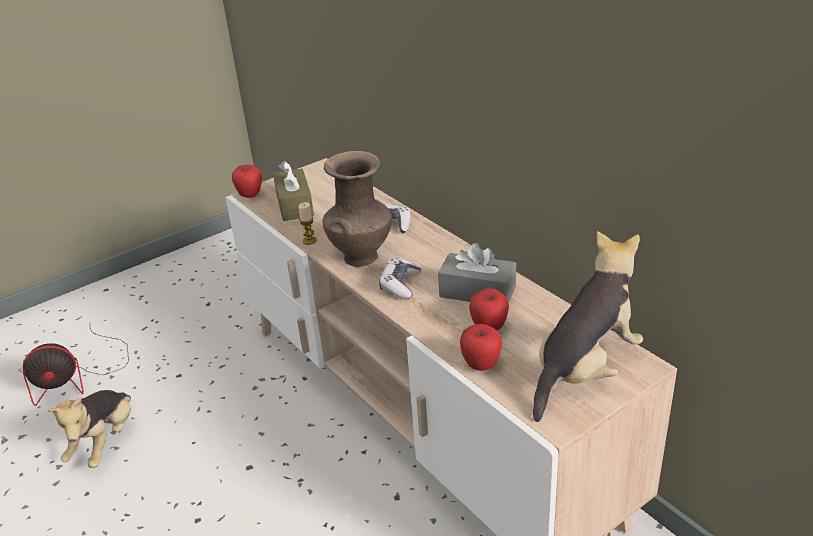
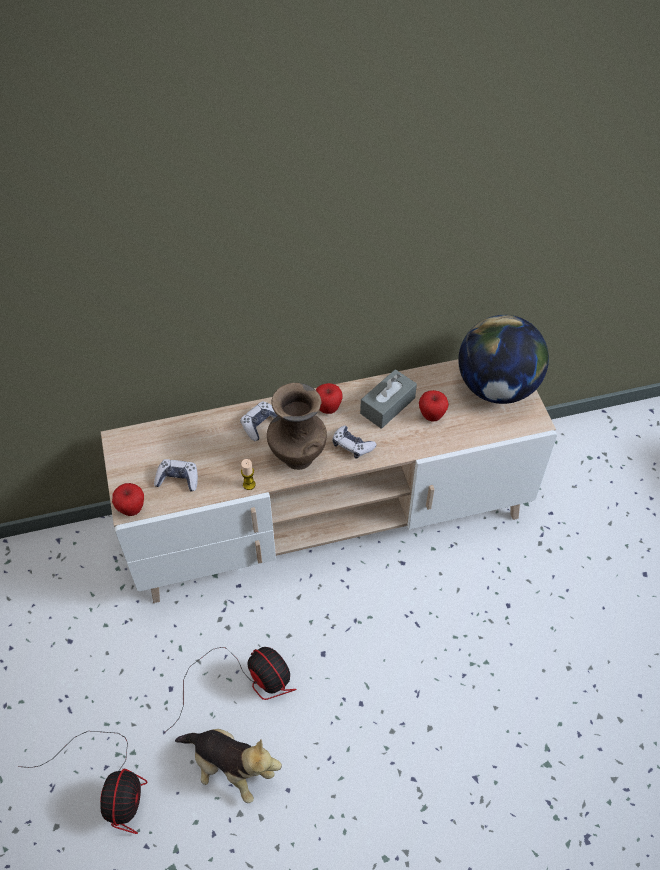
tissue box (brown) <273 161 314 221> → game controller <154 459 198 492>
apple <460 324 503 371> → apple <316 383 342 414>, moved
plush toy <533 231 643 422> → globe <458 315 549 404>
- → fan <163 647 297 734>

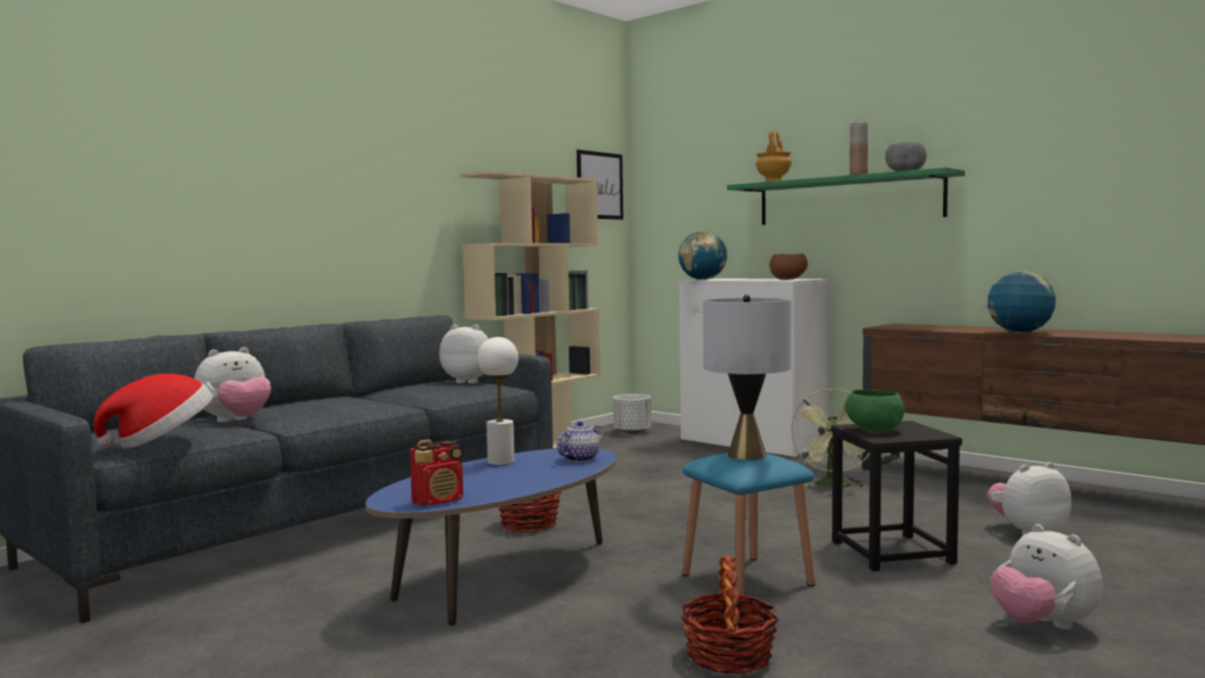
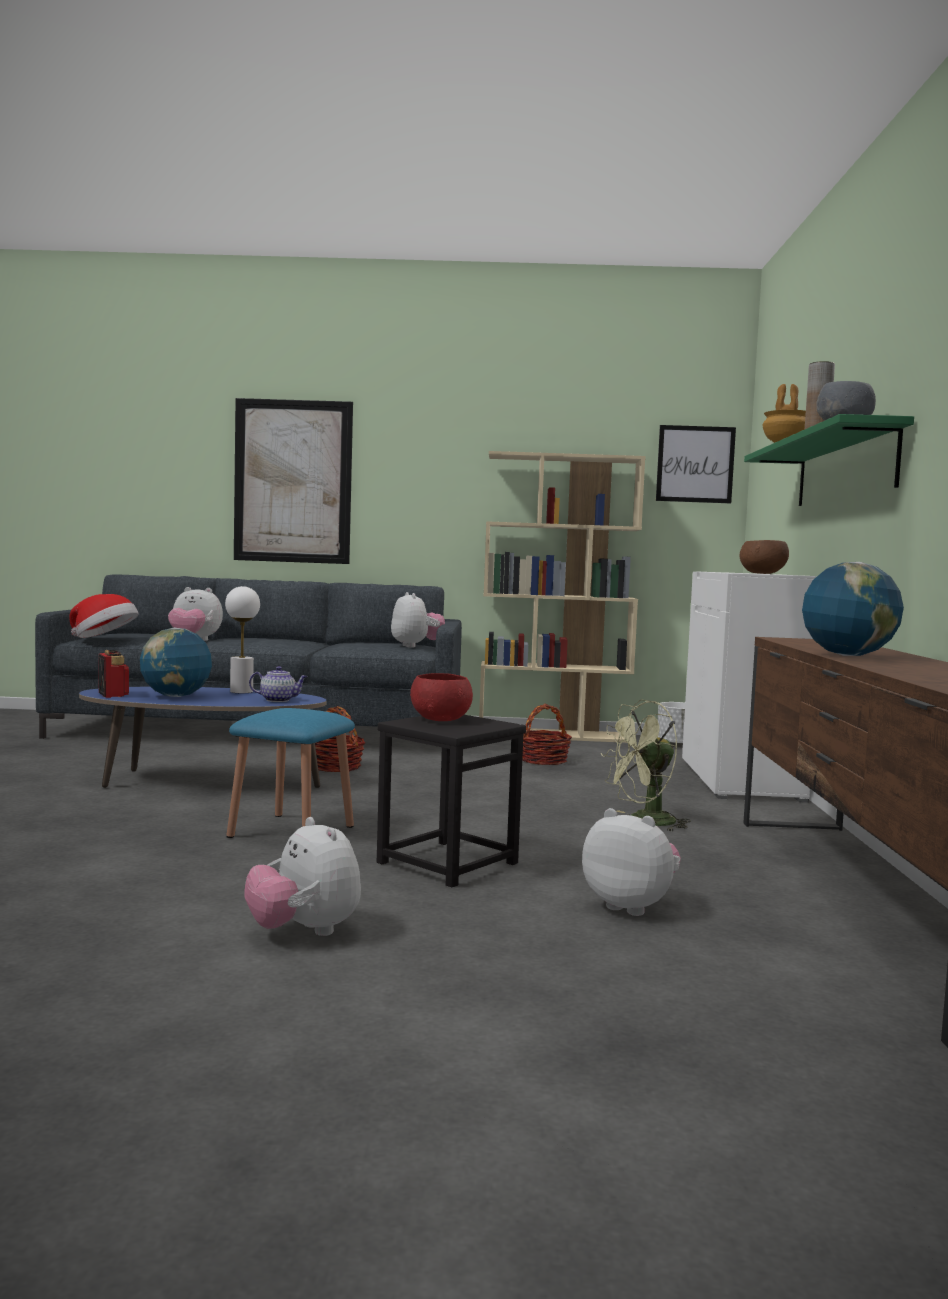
radio <410 439 463 506> → radio <99 650 129 698>, 135 degrees counterclockwise
globe <678 231 727 280> → globe <140 628 212 697>, moved
basket <681 555 779 674> → basket <522 704 572 765>, moved
table lamp (grey) <703 294 791 460> → -
bowl (green) <845 390 905 432> → bowl (red) <410 673 473 721>
plush toy <991 524 1103 630> → plush toy <244 817 361 936>, 60 degrees counterclockwise
- → picture <234 398 353 564>

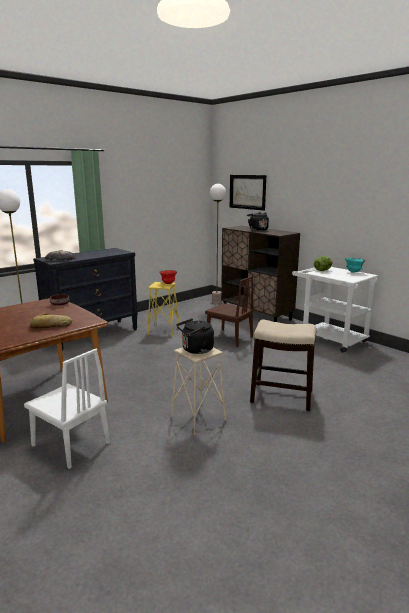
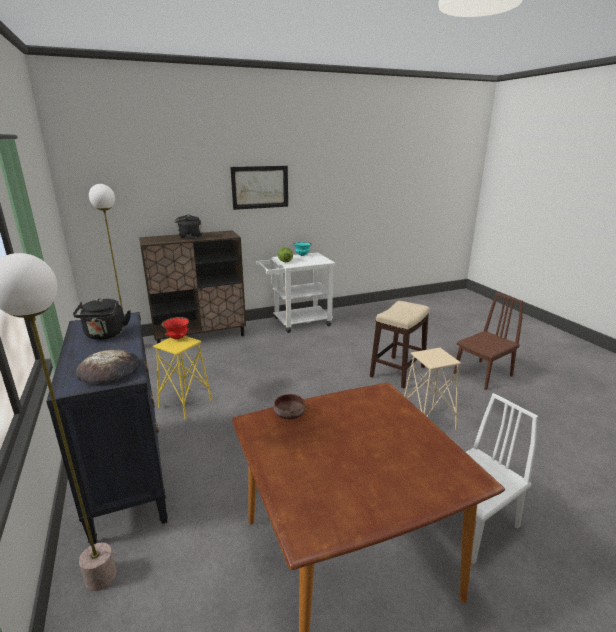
bread <29 313 72 328> → -
kettle (black) <177 318 214 354> → kettle (black) <73 299 131 340>, moved
chair (brown) <205 276 254 347> → chair (brown) <453 293 523 390>, moved
picture <230 175 266 210> → picture <230 166 288 210>, moved

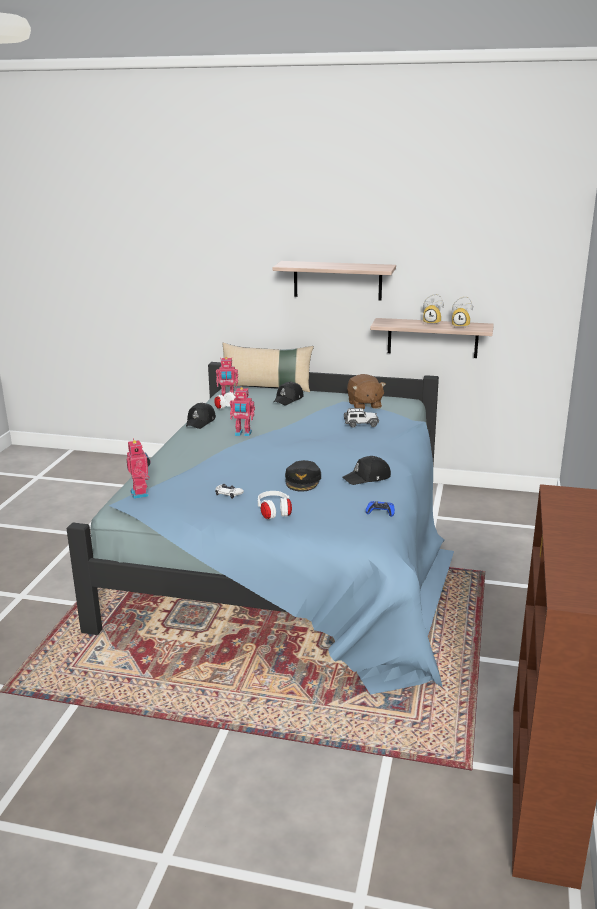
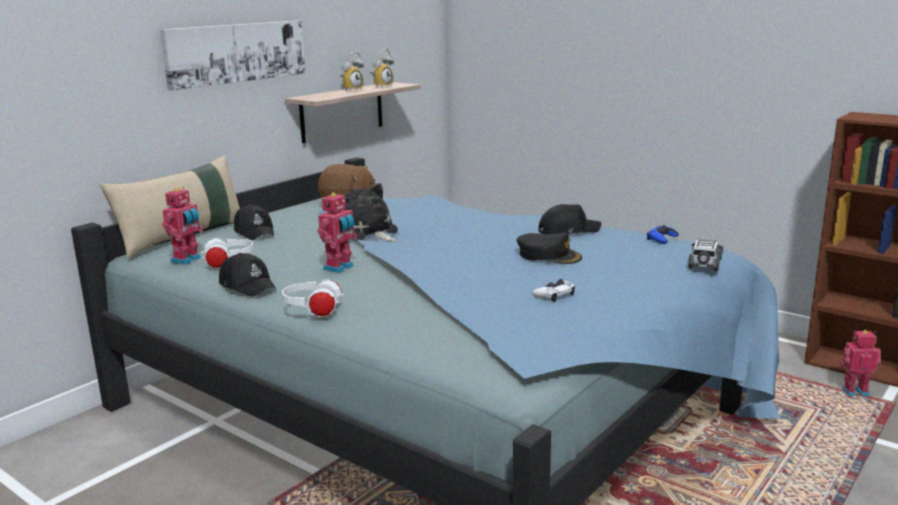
toy robot <126 439 151 499> → toy robot <839 330 881 396>, moved
headphones (white) <258 491 292 519> → headphones (white) <282 279 344 317>, moved
shelf <272 261 396 301> → picture <160 21 305 91>
cap (black) <343 456 391 485> → cap (black) <538 204 601 234>, 105 degrees counterclockwise
toy car <344 408 379 428> → toy car <688 239 723 271>, moved
- → plush toy <343 183 398 242>

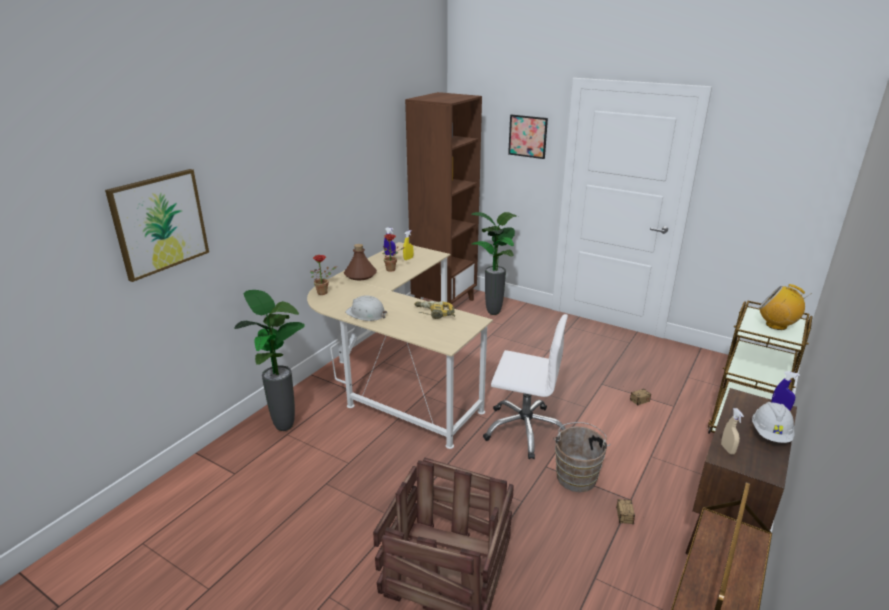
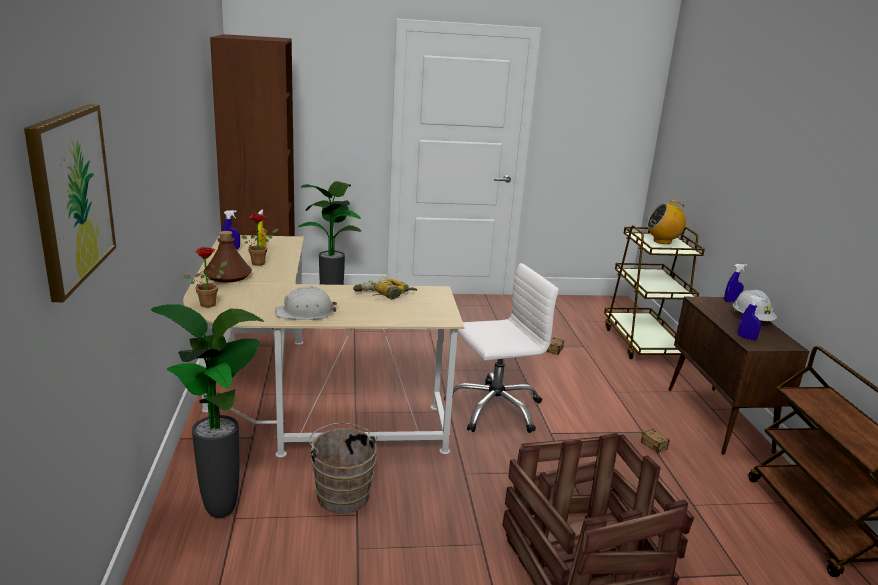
picture <508 115 548 159> → -
bucket (brown) <553 422 610 492> → bucket (brown) <308 423 377 513>, moved
spray bottle (beige) <721 408 744 455> → spray bottle (blue) <738 296 765 341>

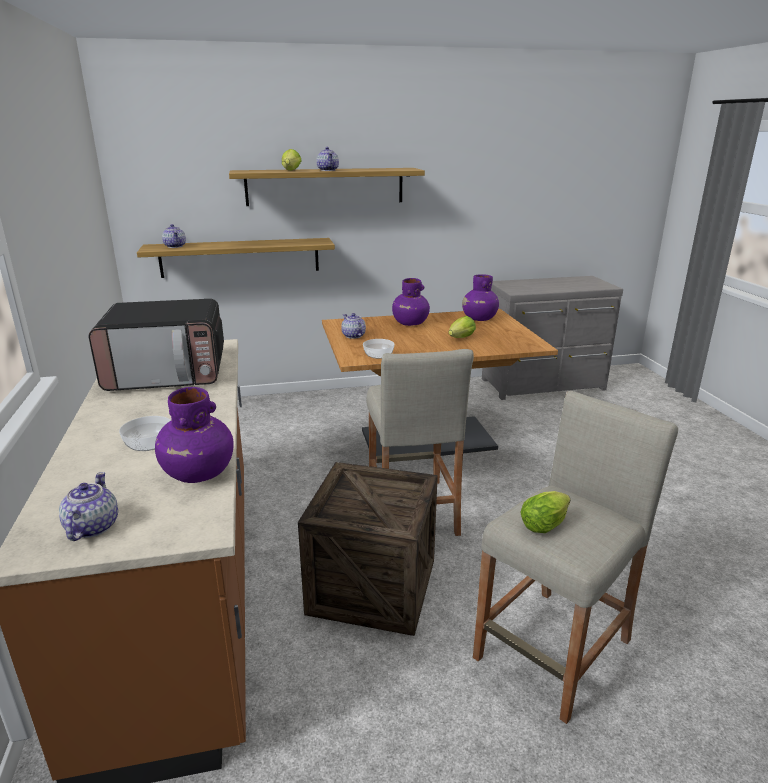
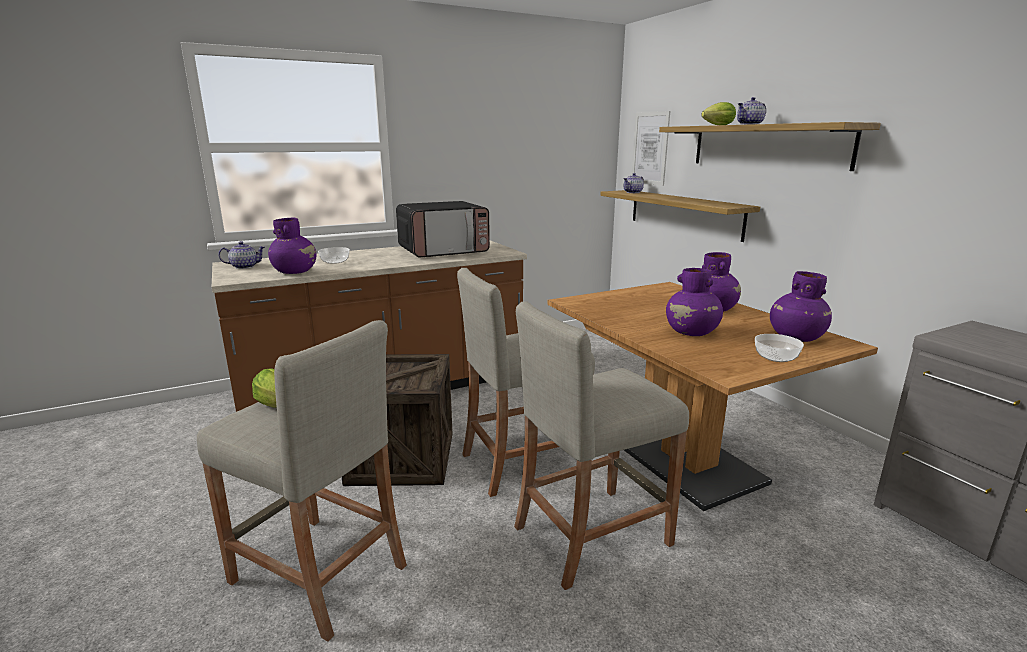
microwave <88 299 224 391> → microwave <396 201 490 257>, 90 degrees counterclockwise
teapot <341 313 366 339> → -
bowl <363 339 395 359> → bowl <755 334 804 362>, moved
lettuce <448 316 476 338> → vase (purple) <666 268 723 336>
- → stool (beige) <514 301 689 590>
- → picture <631 111 670 186>

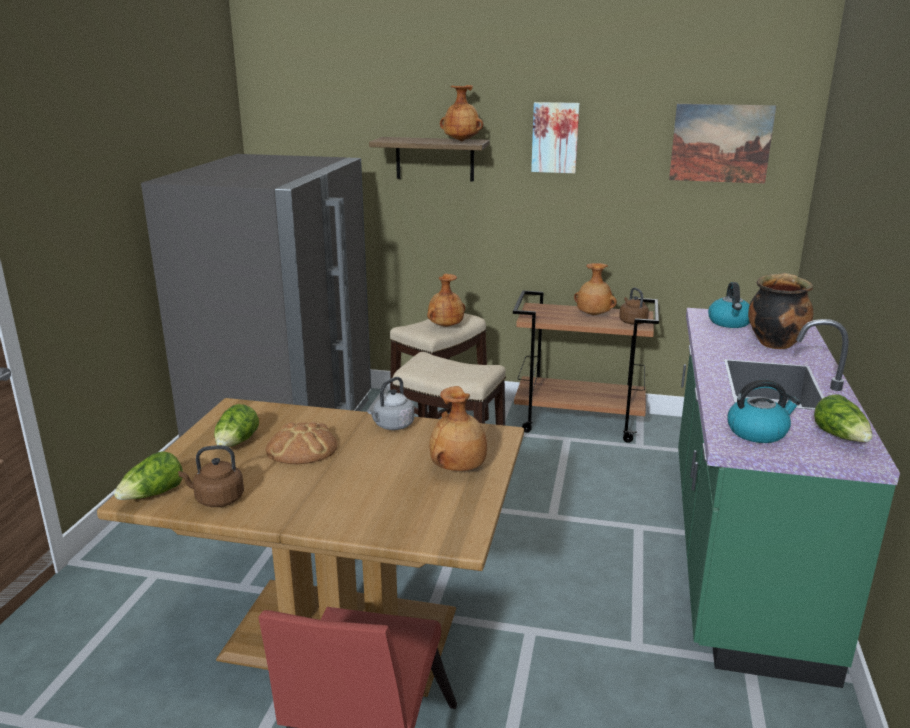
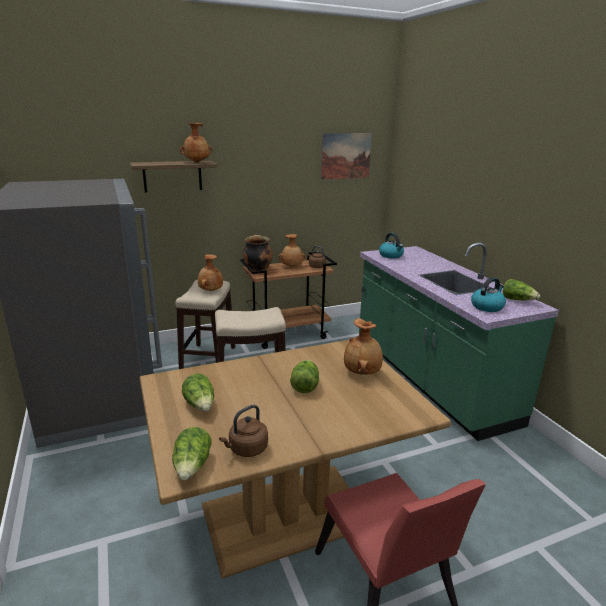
bread <266 422 337 464> → -
kettle (grey) <367 377 414 430> → -
picture <531 102 580 173> → -
cooking pot <748 273 814 349> → cooking pot <243 235 273 271>, moved
- → lettuce <290 360 319 393>

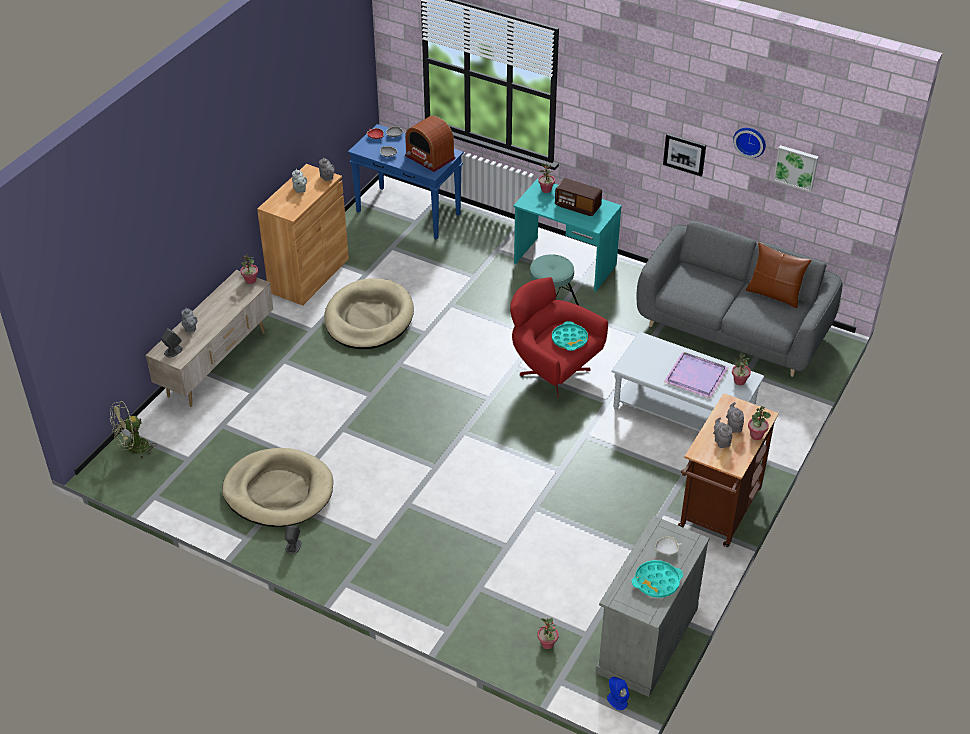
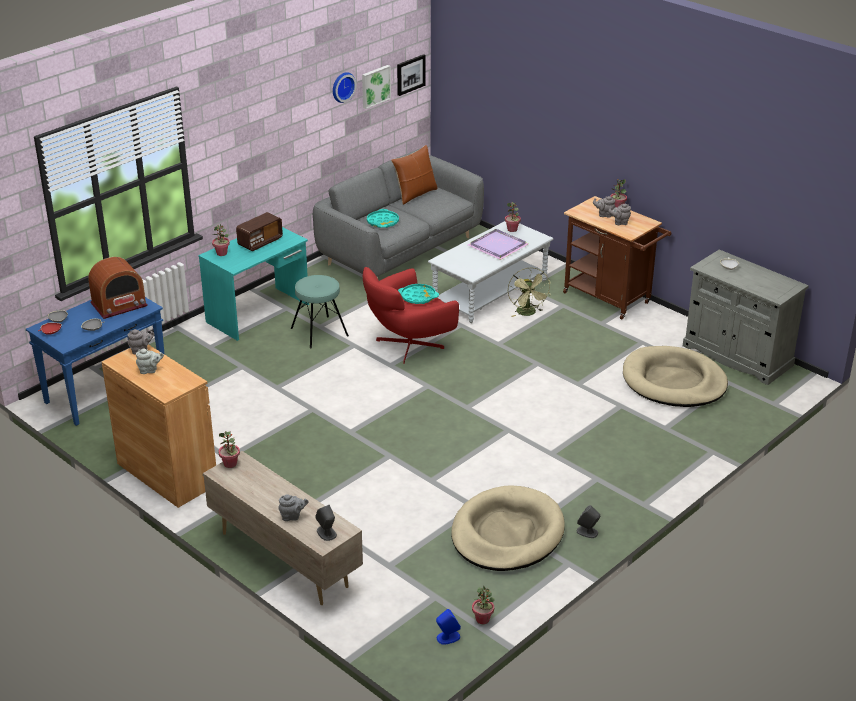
fan (green) <110 401 157 459> → fan (green) <508 268 551 317>, moved
dog bed (beige) <324 278 414 349> → dog bed (beige) <623 346 728 407>, moved
potted plant <538 618 559 649> → potted plant <472 586 495 624>, moved
speaker (blue) <607 677 630 710> → speaker (blue) <436 609 461 645>, moved
tray (turquoise) <631 560 683 598> → tray (turquoise) <367 209 399 228>, moved
picture <663 133 706 176> → picture <397 54 426 96>, moved

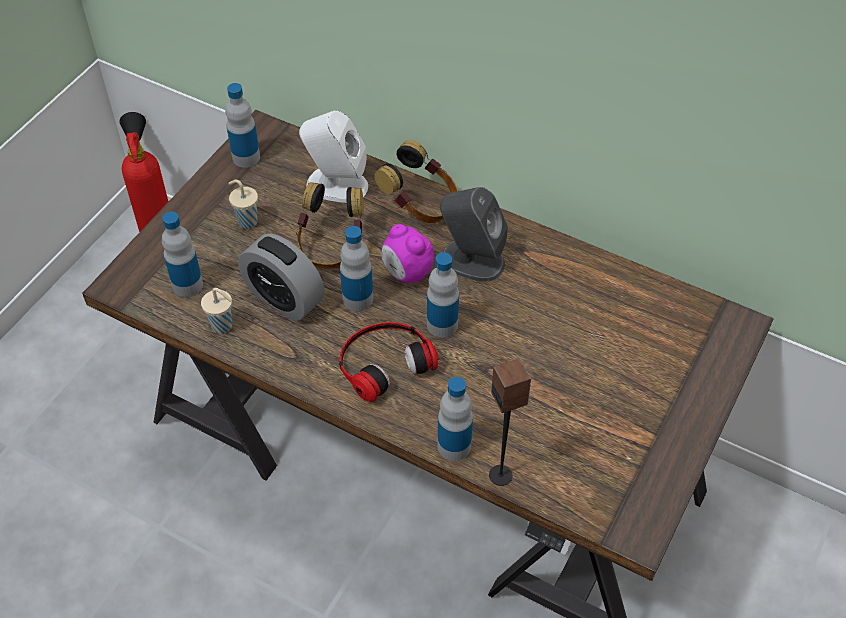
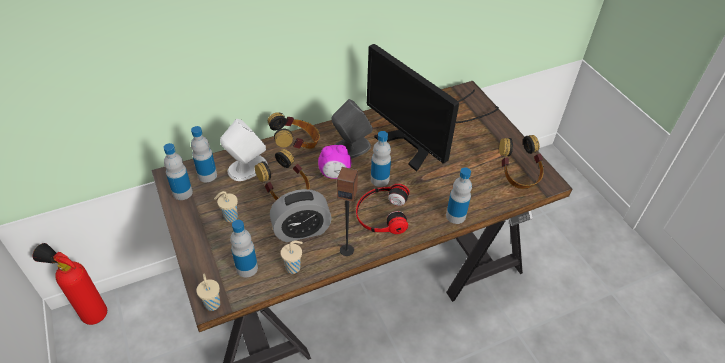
bottle <340 226 373 311> → bottle <191 126 217 182>, moved
speaker <489 358 531 486> → speaker <337 167 358 256>, moved
- → cup (beige) <196 274 220 311>
- → monitor <367 44 499 171>
- → headphones <499 135 544 189>

